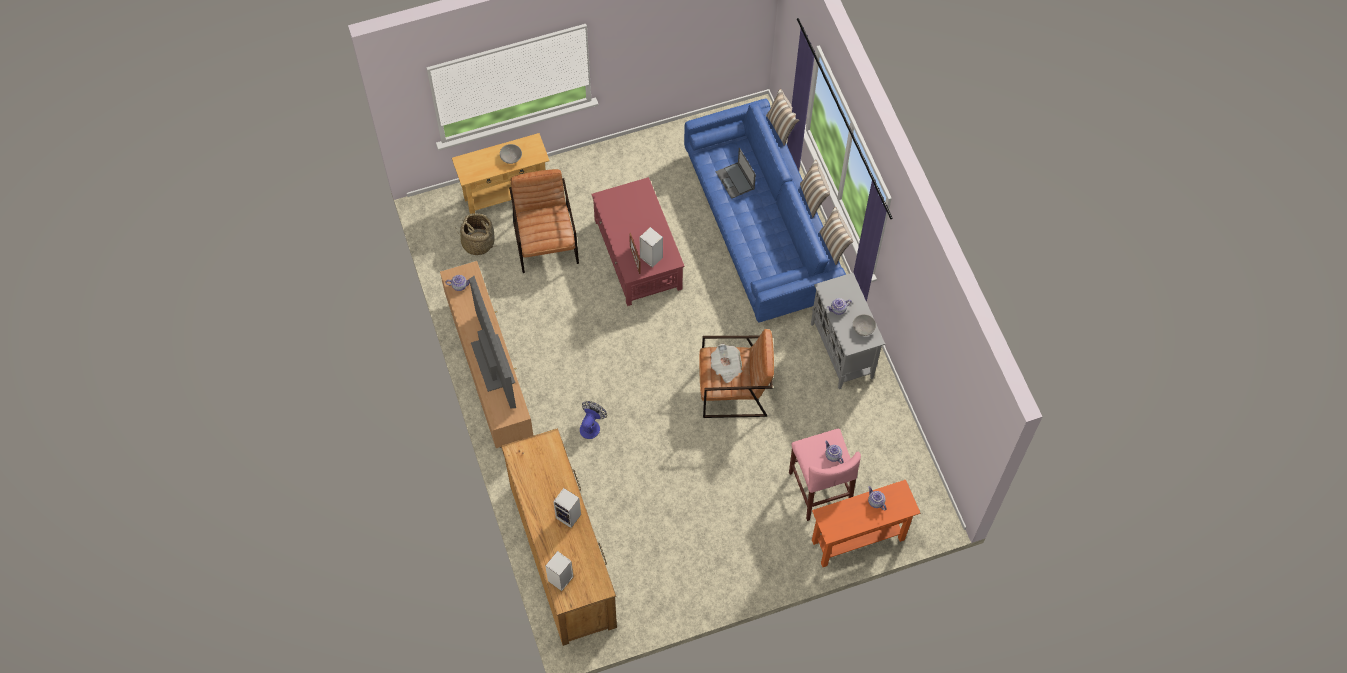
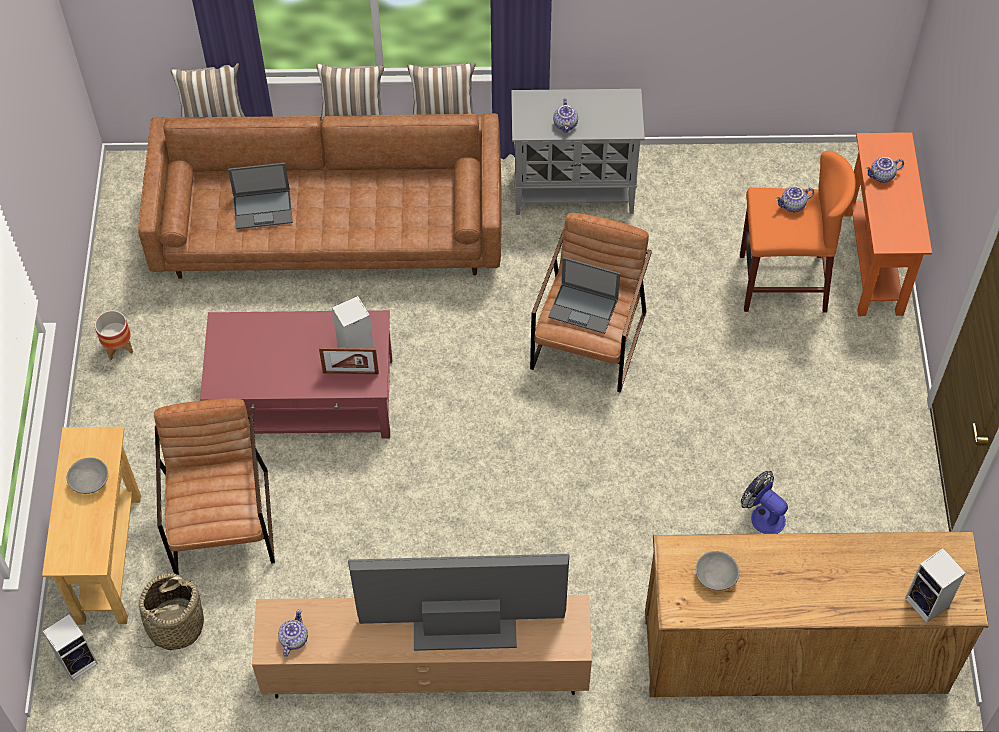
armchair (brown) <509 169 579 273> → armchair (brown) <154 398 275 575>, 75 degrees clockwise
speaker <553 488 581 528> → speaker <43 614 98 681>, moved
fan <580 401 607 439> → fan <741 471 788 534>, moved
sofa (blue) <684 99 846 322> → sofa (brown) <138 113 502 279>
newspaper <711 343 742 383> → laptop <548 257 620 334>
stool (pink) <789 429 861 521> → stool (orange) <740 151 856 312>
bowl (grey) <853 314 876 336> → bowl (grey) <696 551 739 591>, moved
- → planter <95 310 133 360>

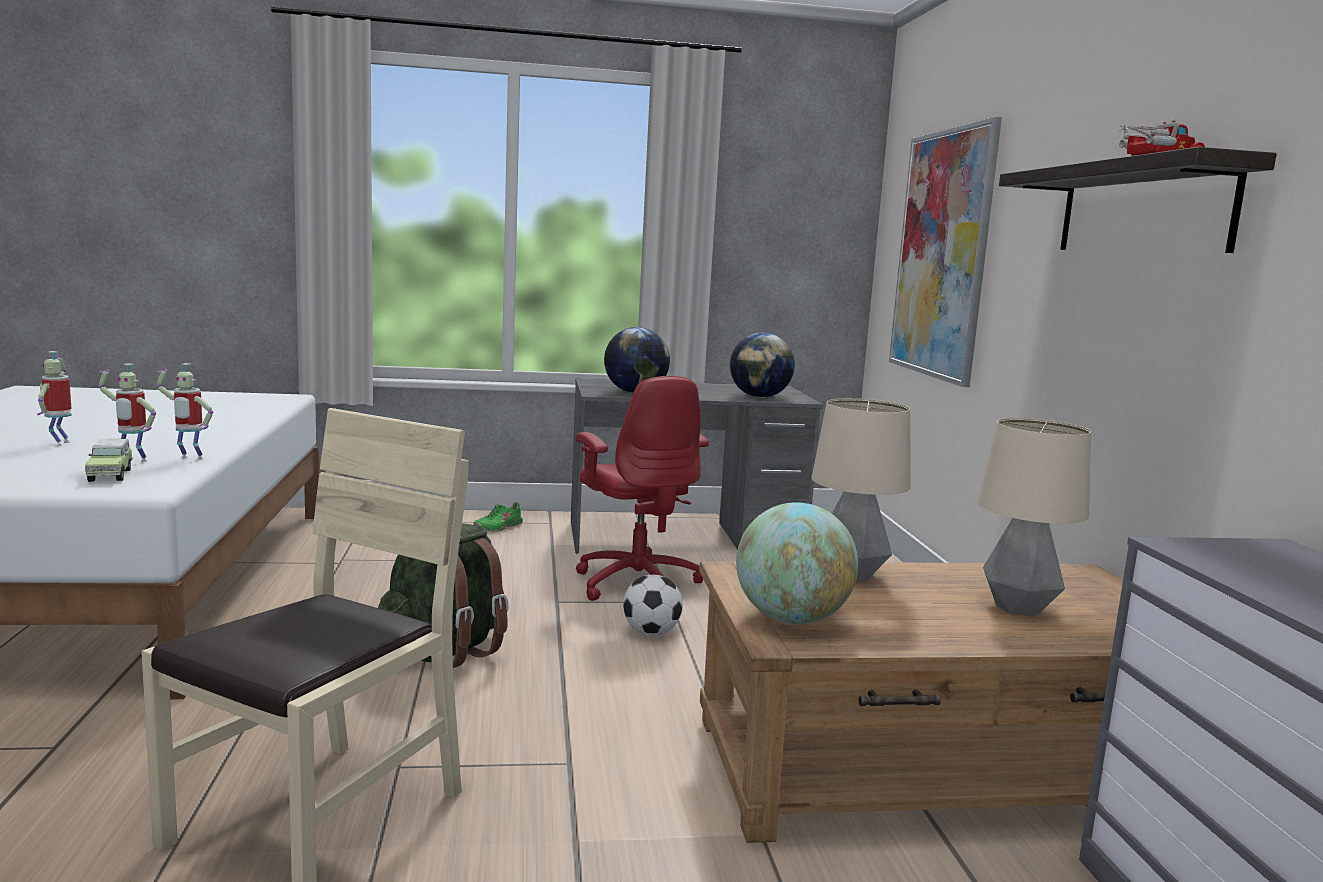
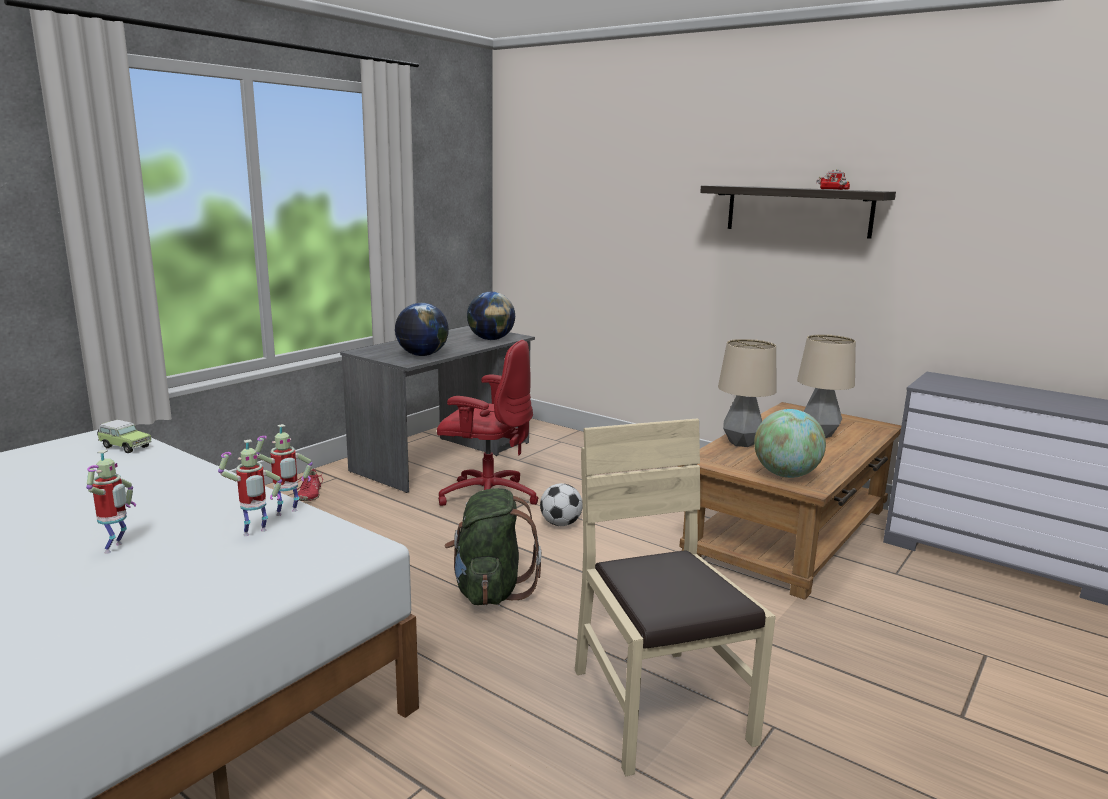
toy robot <37 351 72 446> → toy robot <86 450 136 554>, 120 degrees counterclockwise
toy car <85 439 133 482> → toy car <97 420 151 453>, moved
shoe (green) <473 502 523 532> → shoe (red) <297 469 323 501>
picture <889 117 1002 387> → -

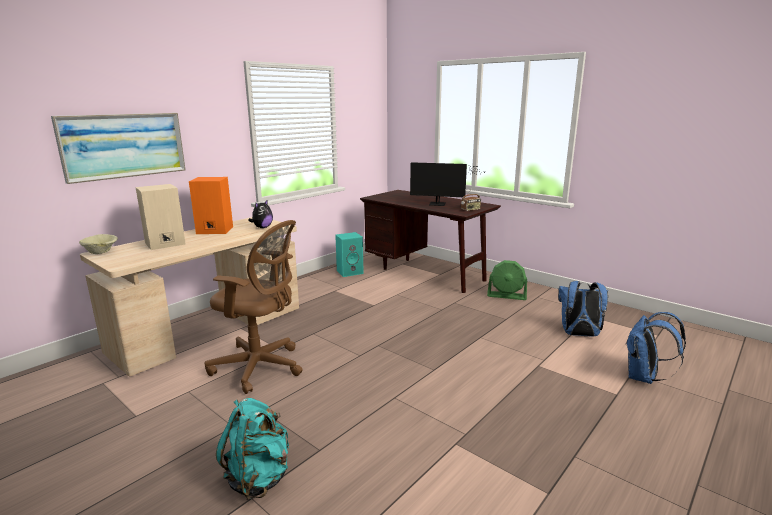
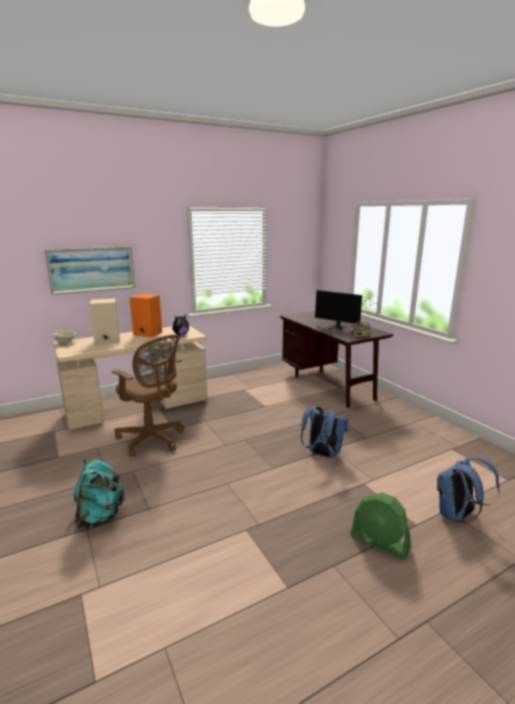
speaker (turquoise) <335 232 364 277> → -
fan (green) <487 260 527 300> → fan (green) <350 493 411 560>, moved
backpack (blue) <558 281 608 336> → backpack (blue) <301 406 348 458>, moved

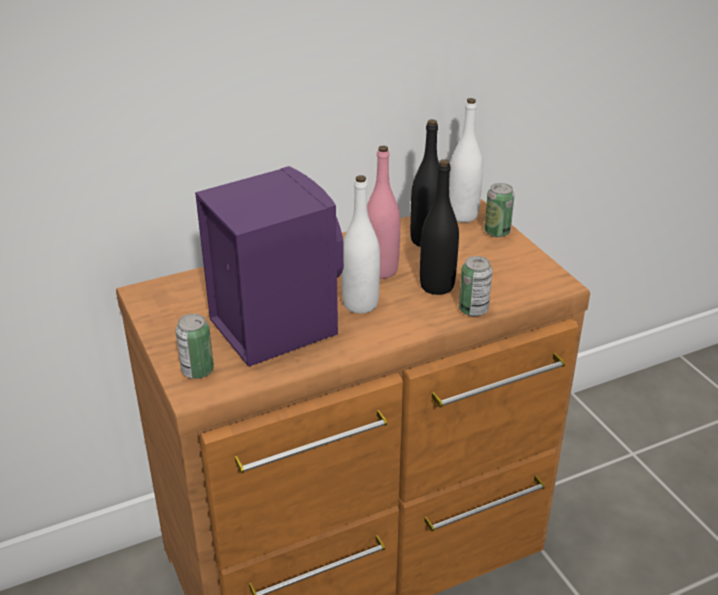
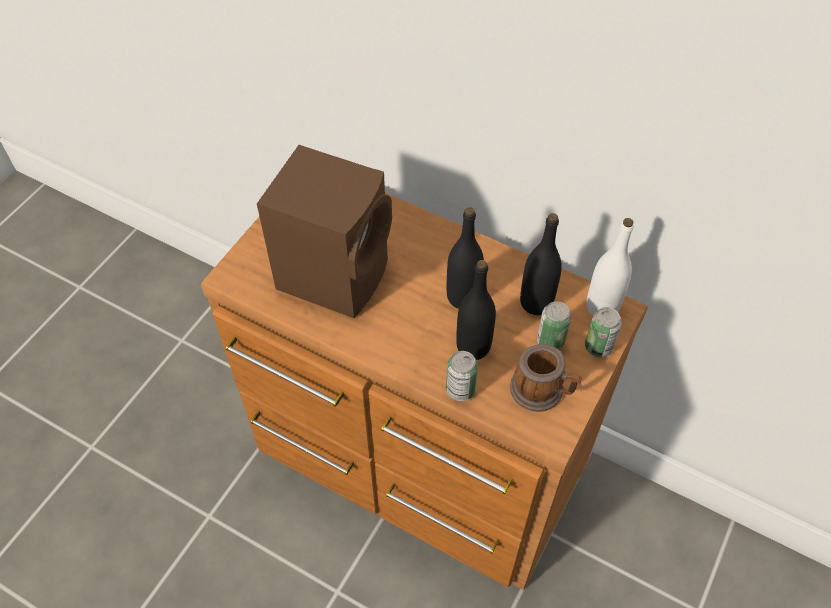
can <176 314 214 379> → can <537 301 571 350>, moved
speaker (purple) <195 166 344 367> → speaker (brown) <257 145 392 318>
bottle (white) <342 175 380 314> → -
bottle (pink) <367 146 400 279> → bottle (black) <447 207 484 309>
- → mug <510 344 582 412>

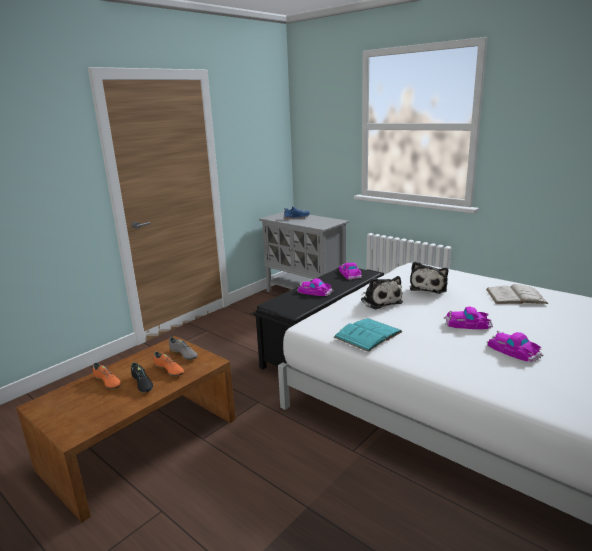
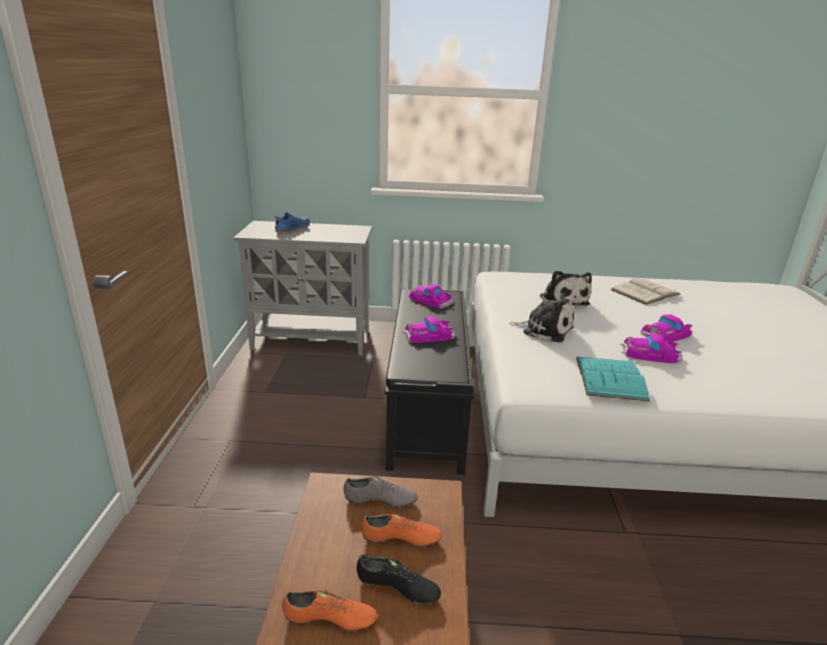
toy car <487 331 543 362> → toy car <620 333 683 363>, moved

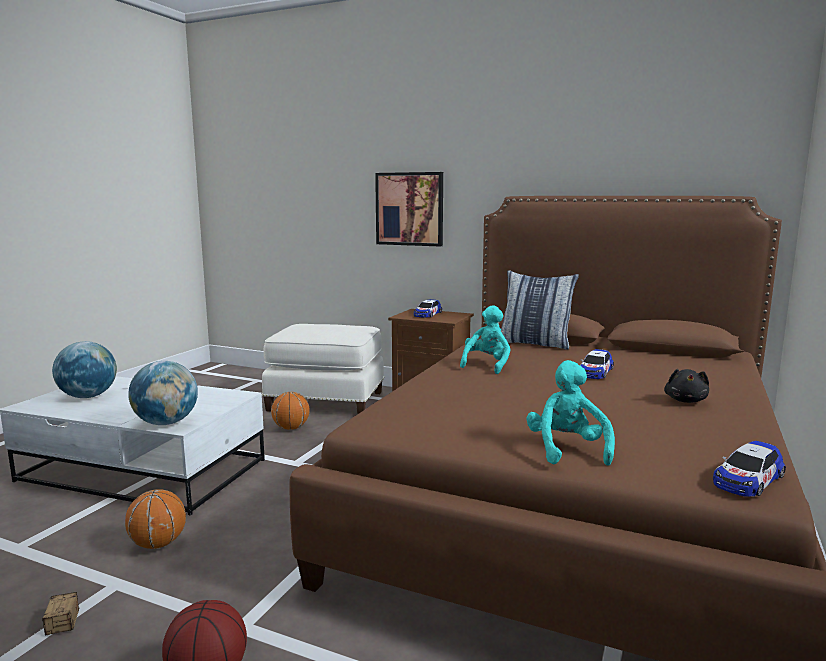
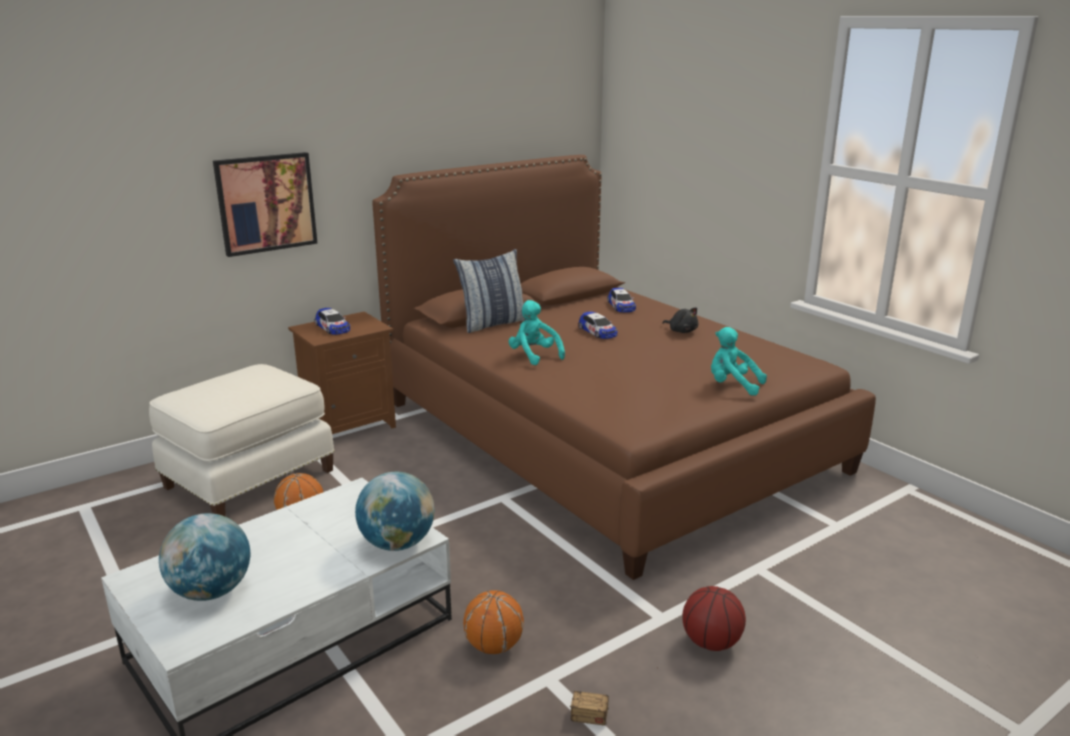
toy car <713 441 786 497> → toy car <607 288 636 312>, moved

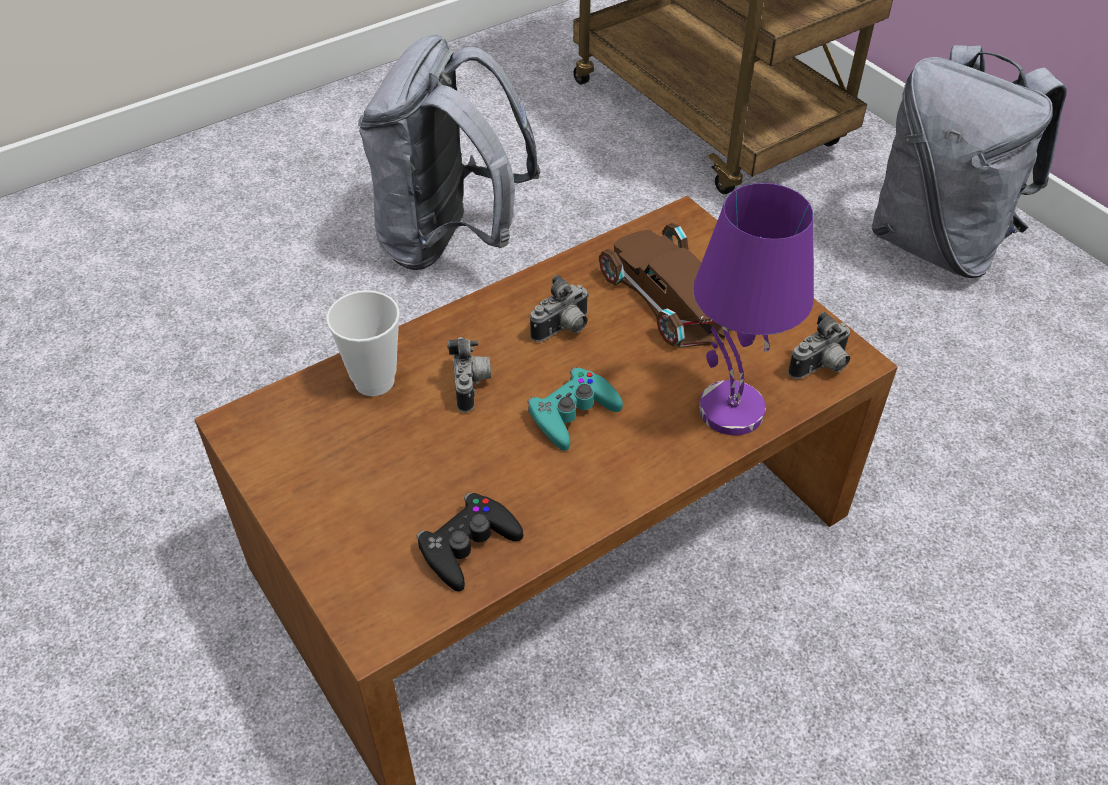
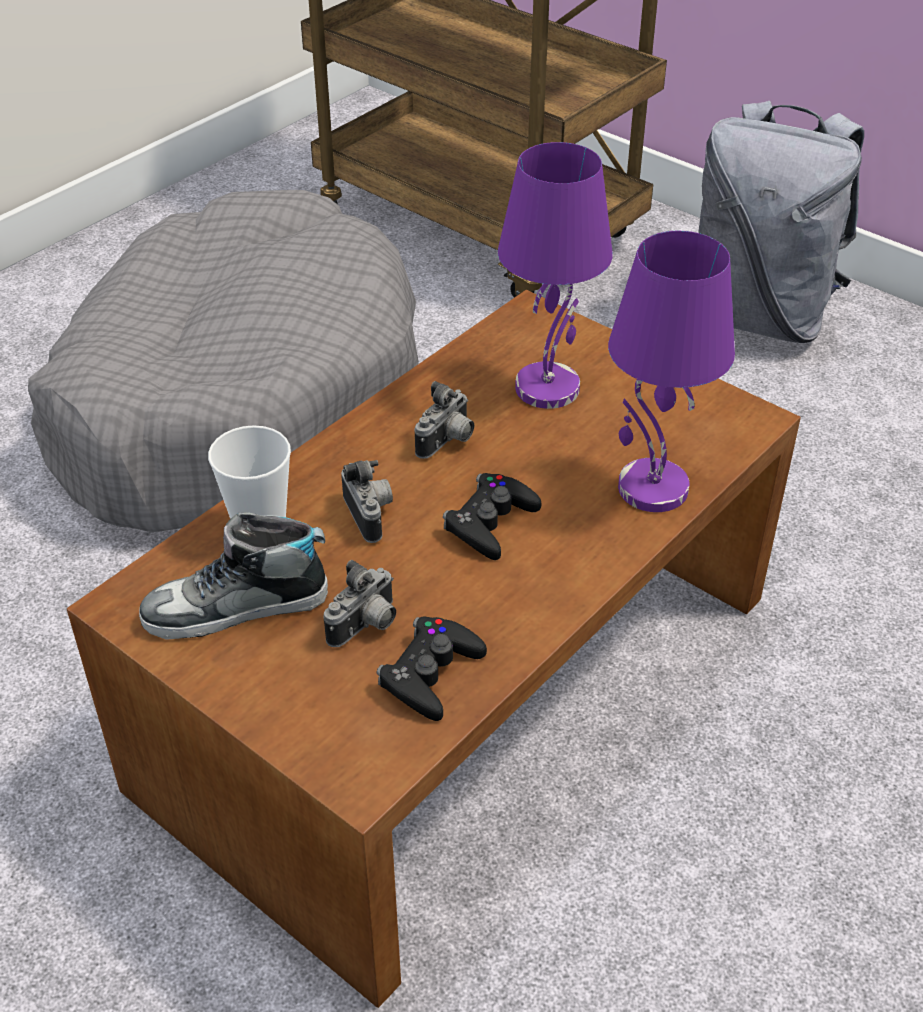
backpack (grey) <358 34 541 270> → dog bed (grey) <28 190 419 532>
game controller (turquoise) <528 367 623 451> → game controller (black) <443 473 541 560>
toy car (brown) <599 223 731 347> → table lamp (purple) <498 142 613 409>
photo camera <788 312 851 379> → photo camera <323 560 396 647>, moved
- → shoe <139 512 328 640>

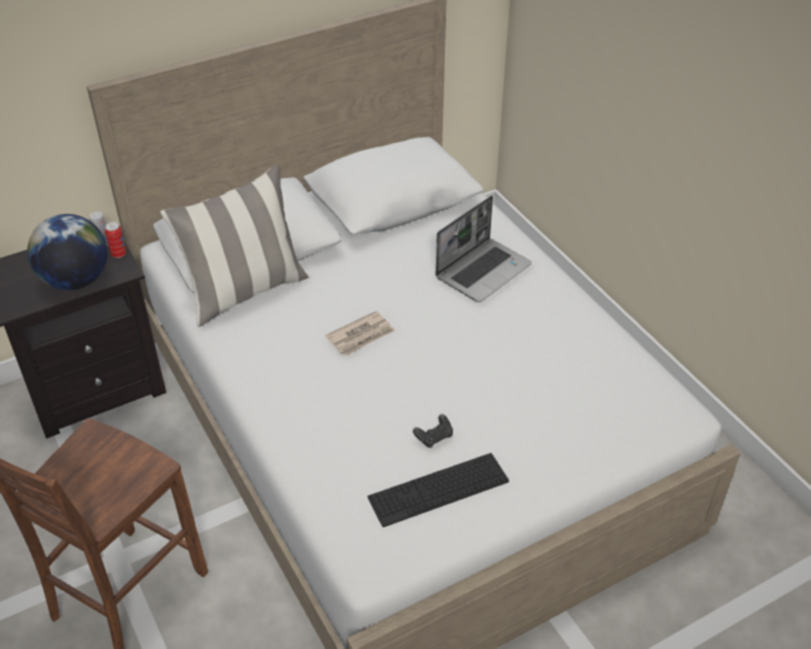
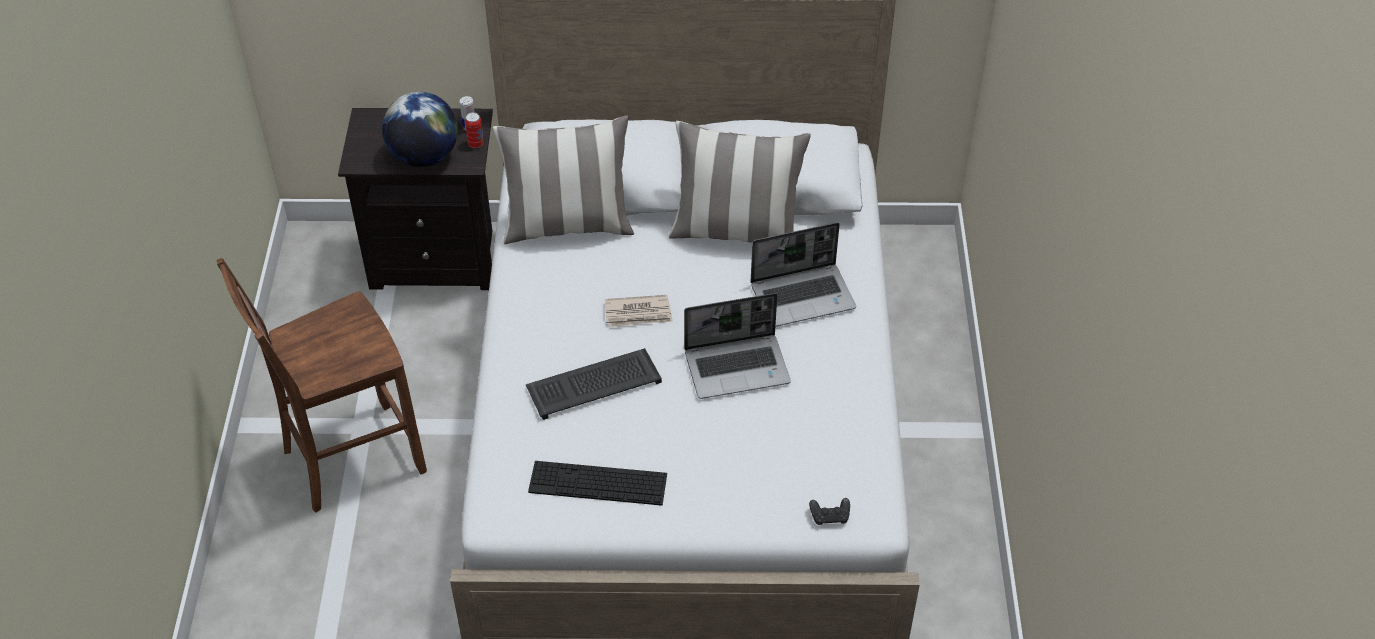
game controller (black) <413 414 453 448> → game controller (black) <809 498 850 525>, moved
- → keyboard <526 348 662 420>
- → pillow <669 121 811 242>
- → laptop <684 293 791 399>

